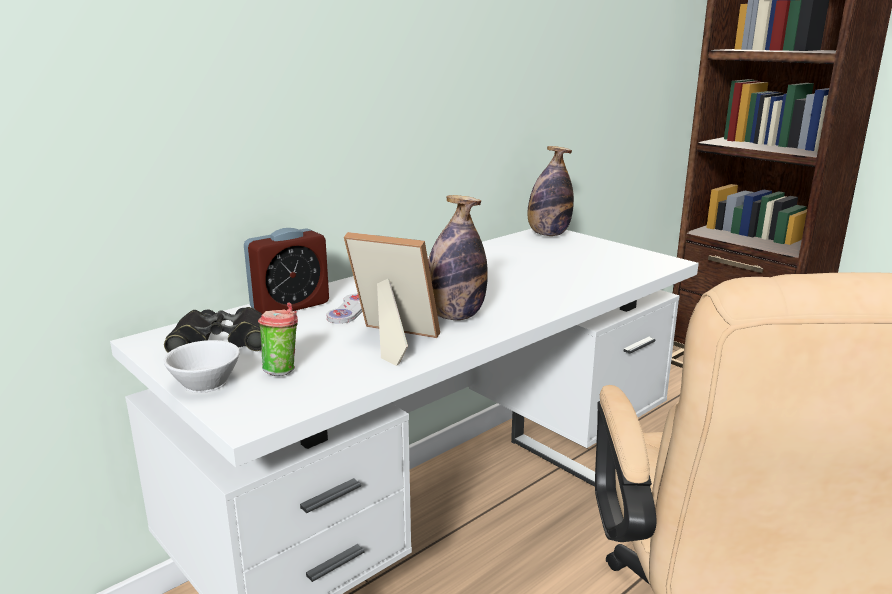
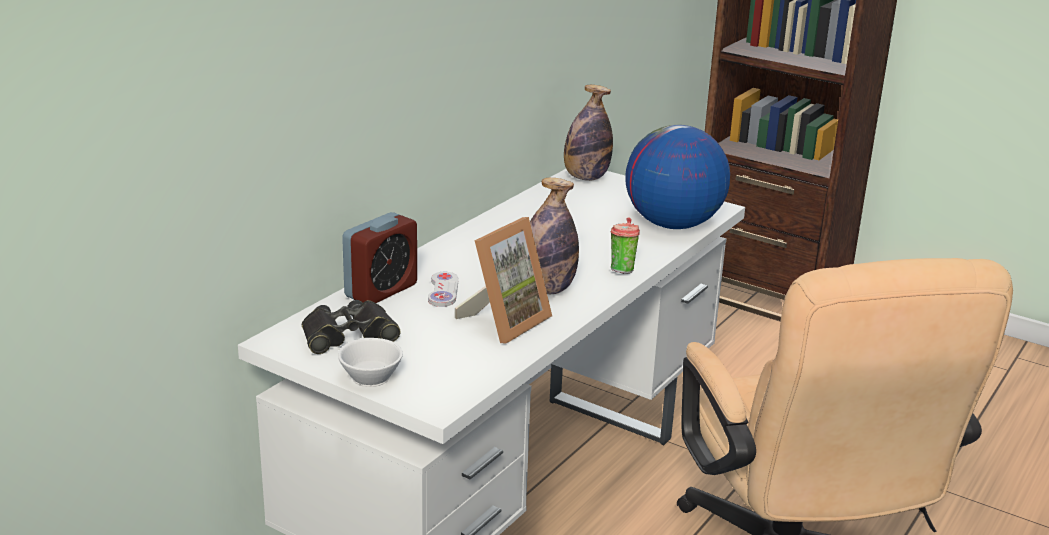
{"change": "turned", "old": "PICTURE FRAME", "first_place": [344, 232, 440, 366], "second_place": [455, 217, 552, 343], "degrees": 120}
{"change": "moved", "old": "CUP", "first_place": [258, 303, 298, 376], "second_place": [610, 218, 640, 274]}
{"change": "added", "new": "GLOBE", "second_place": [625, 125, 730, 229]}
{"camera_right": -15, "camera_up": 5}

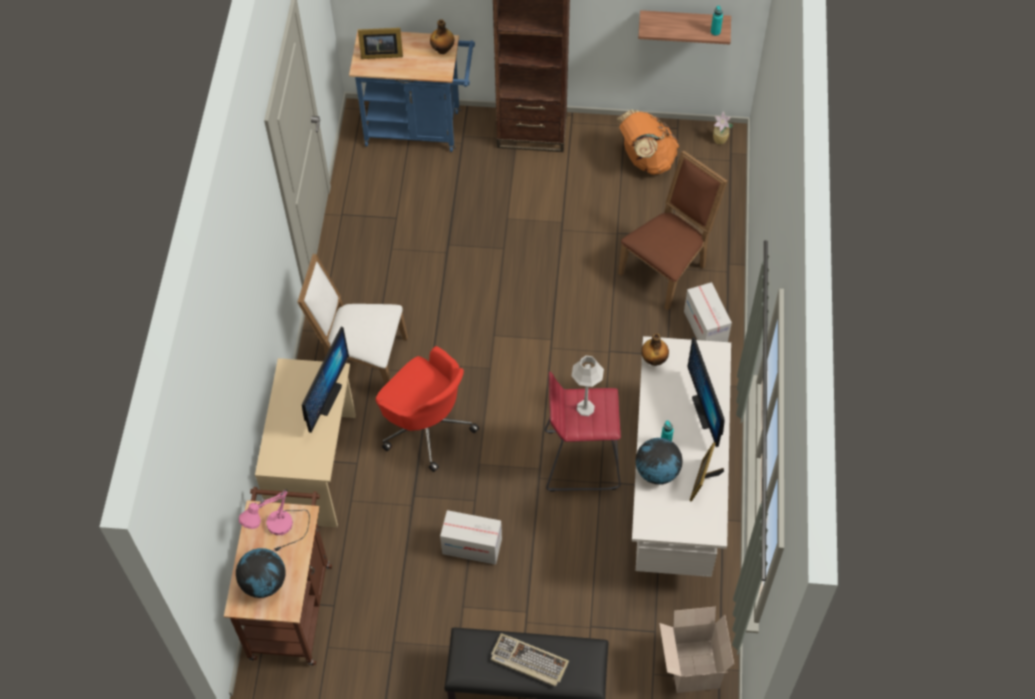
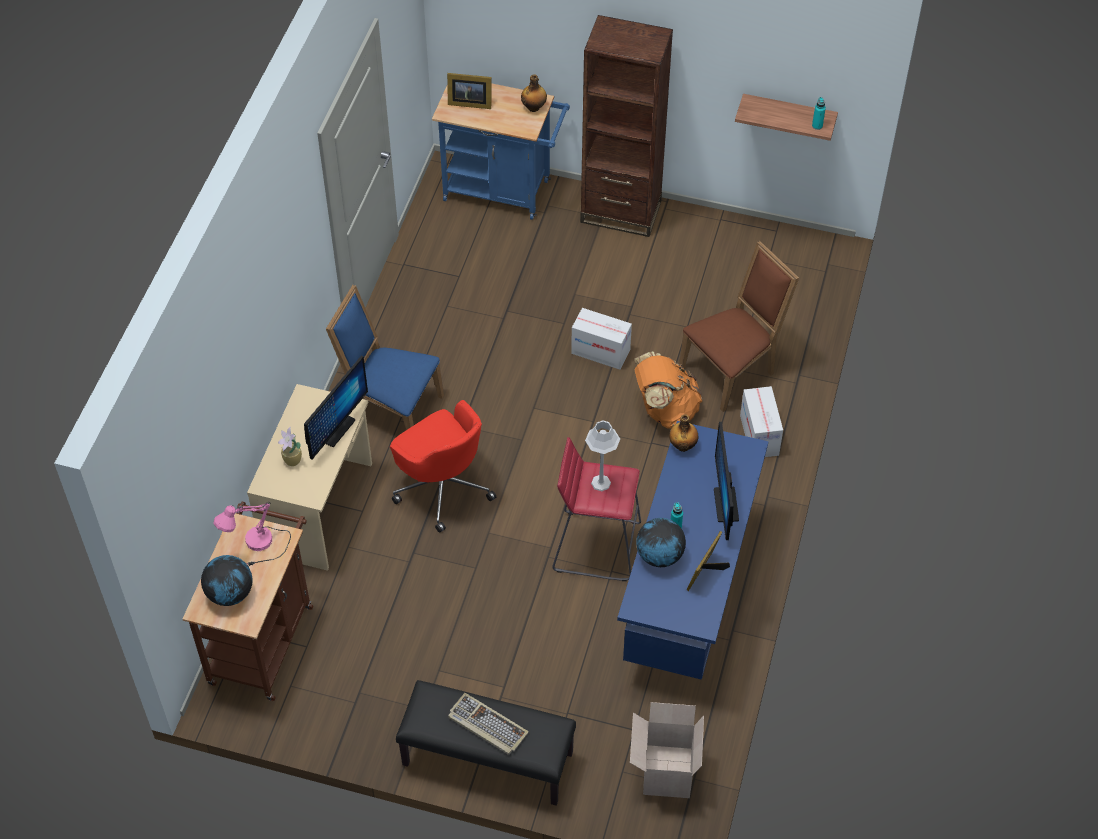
{"change": "moved", "old": "ORANGE BACKPACK", "first_place": [617, 110, 679, 175], "second_place": [634, 352, 702, 428]}
{"change": "moved", "old": "POTTED PLANT", "first_place": [713, 111, 733, 144], "second_place": [278, 427, 302, 466]}
{"change": "recoloured", "old": "WHITE CHAIR", "new": "BLUE CHAIR", "first_place": [297, 253, 408, 385], "second_place": [326, 285, 444, 430]}
{"change": "recoloured", "old": "WHITE DESK", "new": "BLUE DESK", "first_place": [632, 336, 731, 577], "second_place": [617, 421, 769, 680]}
{"change": "moved", "old": "CARDBOARD BOX", "first_place": [440, 510, 502, 565], "second_place": [571, 308, 632, 370]}
{"camera_right": 10, "camera_up": -5}

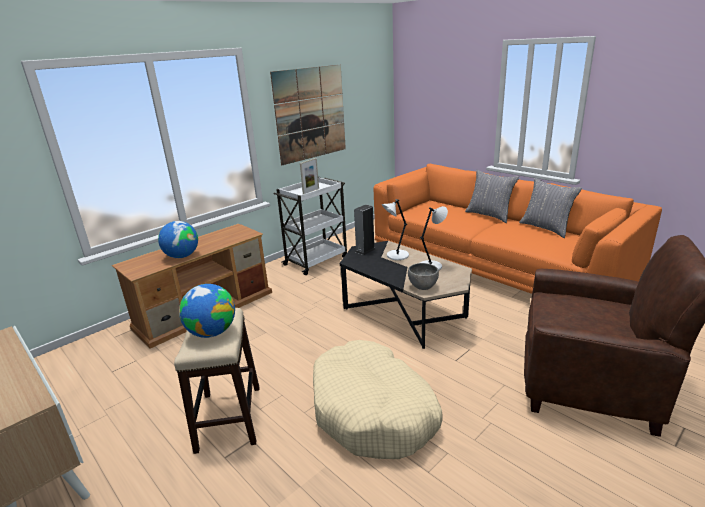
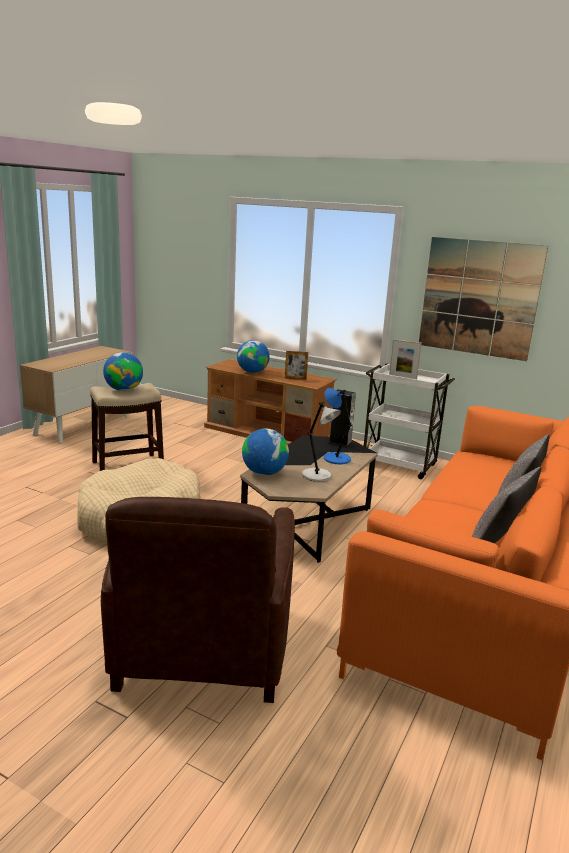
{"change": "recoloured", "old": "WHITE TABLE LAMP", "new": "BLUE TABLE LAMP", "first_place": [382, 199, 409, 260], "second_place": [324, 388, 352, 464]}
{"change": "replaced", "old": "GREY BOWL", "new": "GLOBE", "first_place": [408, 263, 439, 290], "second_place": [242, 428, 289, 475]}
{"change": "added", "new": "PICTURE FRAME", "second_place": [285, 351, 308, 380]}
{"camera_right": 70, "camera_up": -5}

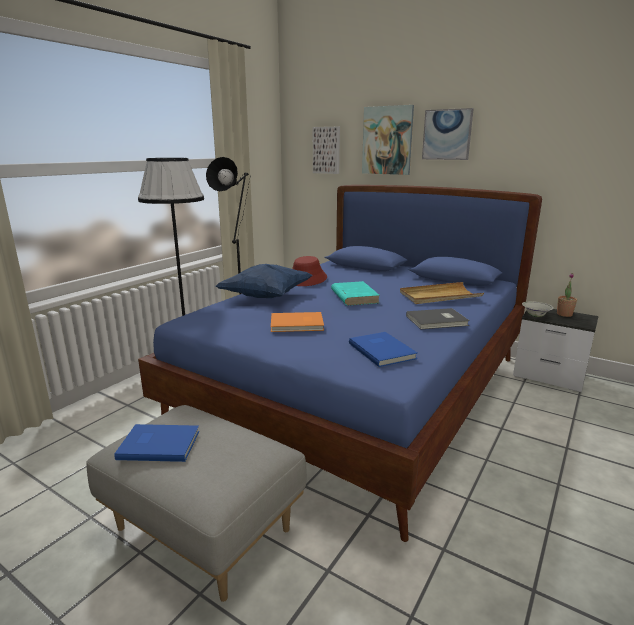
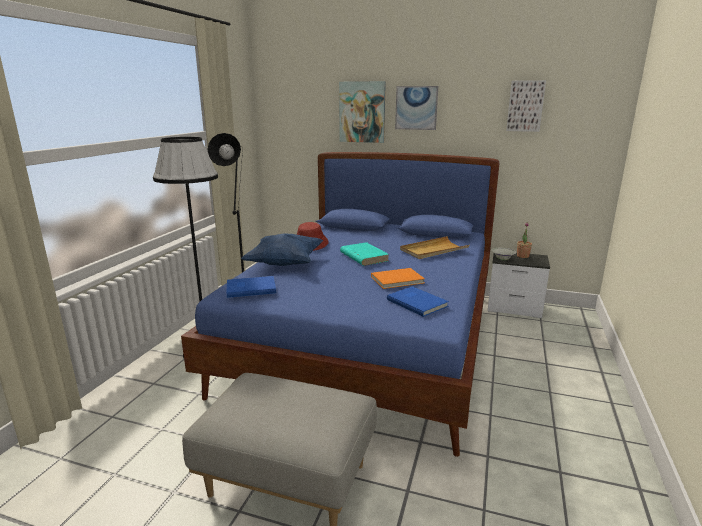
{"change": "moved", "old": "PICTURE", "first_place": [313, 127, 340, 174], "second_place": [506, 80, 546, 132]}
{"change": "removed", "old": "GREY BOOK", "first_place": [406, 308, 470, 329]}
{"change": "moved", "old": "ORANGE BOOK", "first_place": [271, 312, 324, 332], "second_place": [371, 268, 425, 289]}
{"change": "moved", "old": "BLUE BOOK", "first_place": [114, 424, 199, 462], "second_place": [226, 276, 276, 298]}
{"camera_right": -15, "camera_up": 0}

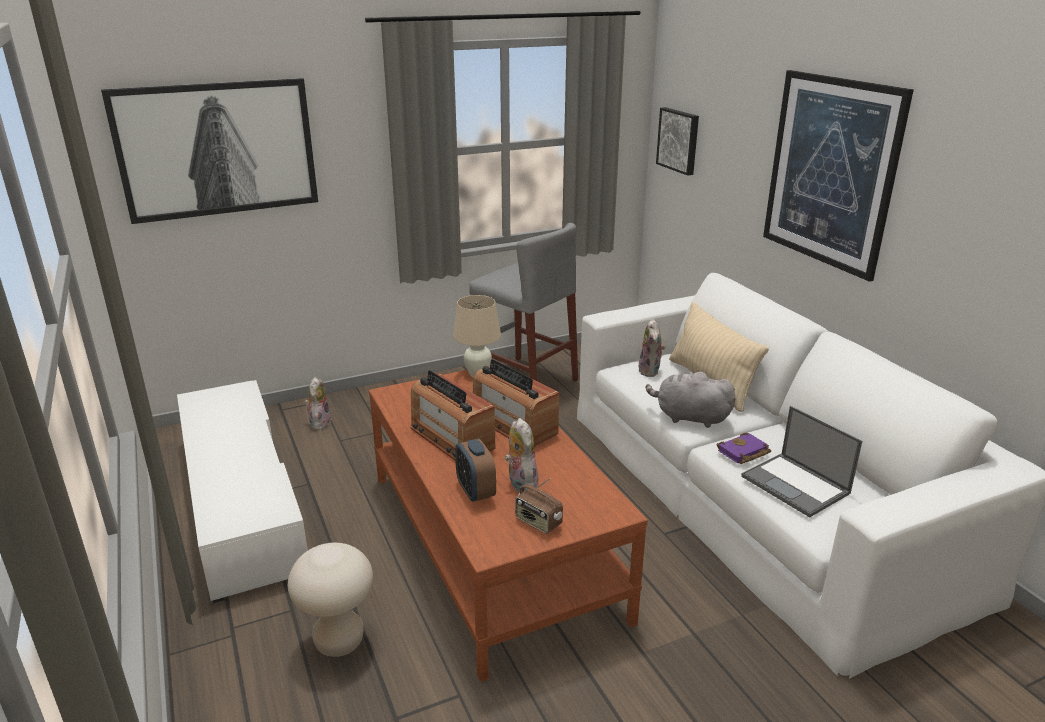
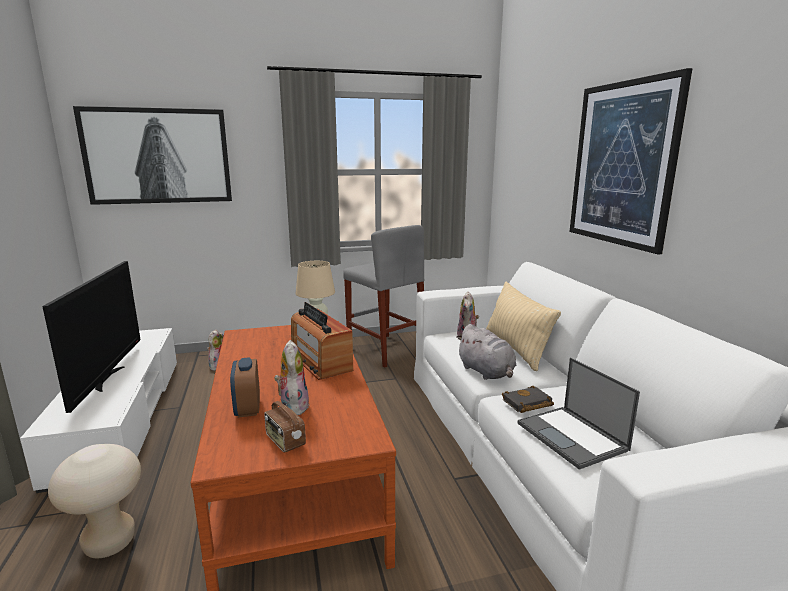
{"change": "removed", "old": "PICTURE", "first_place": [656, 107, 699, 176]}
{"change": "removed", "old": "RADIO", "first_place": [410, 370, 495, 461]}
{"change": "turned", "old": "GREY PLUSH TOY", "first_place": [646, 370, 736, 428], "second_place": [456, 324, 516, 380], "degrees": -150}
{"change": "recoloured", "old": "PURPLE BOOK", "new": "BLACK BOOK", "first_place": [716, 432, 771, 464], "second_place": [502, 386, 554, 413]}
{"change": "added", "new": "TELEVISION", "second_place": [42, 261, 141, 413]}
{"camera_right": 10, "camera_up": -10}

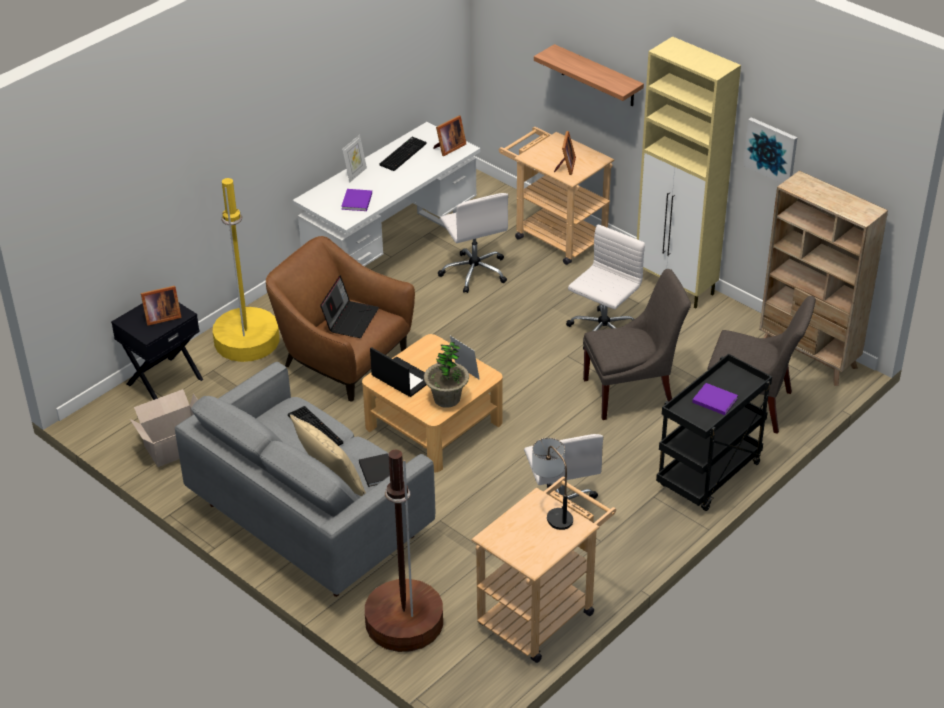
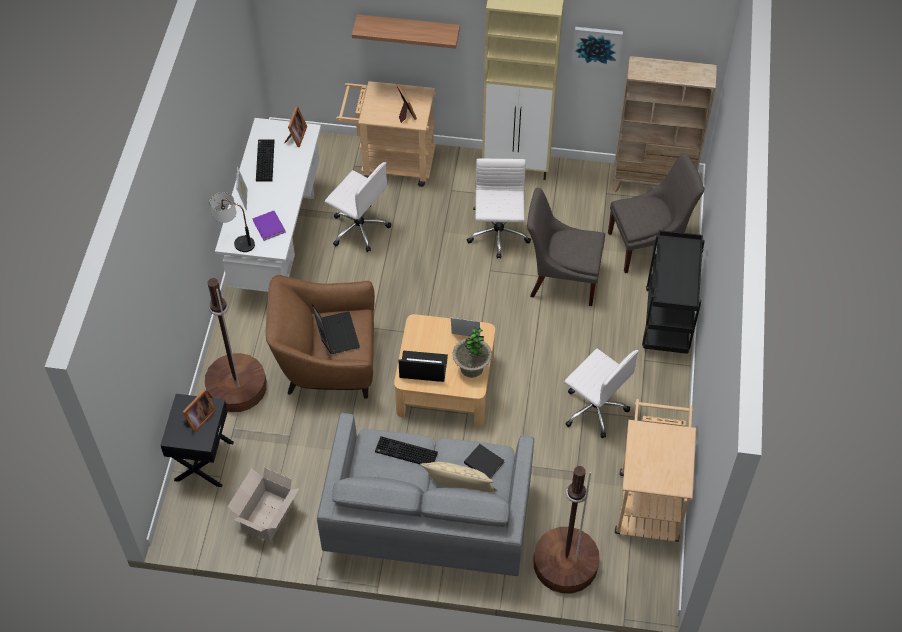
{"change": "recoloured", "old": "YELLOW FLOOR LAMP", "new": "BROWN FLOOR LAMP", "first_place": [213, 178, 279, 362], "second_place": [205, 278, 267, 412]}
{"change": "turned", "old": "GREY CHAIR", "first_place": [583, 269, 691, 420], "second_place": [527, 188, 605, 306], "degrees": -120}
{"change": "removed", "old": "PURPLE BOOK", "first_place": [692, 383, 738, 415]}
{"change": "moved", "old": "TABLE LAMP", "first_place": [532, 438, 573, 530], "second_place": [209, 192, 255, 252]}
{"camera_right": -35, "camera_up": 15}

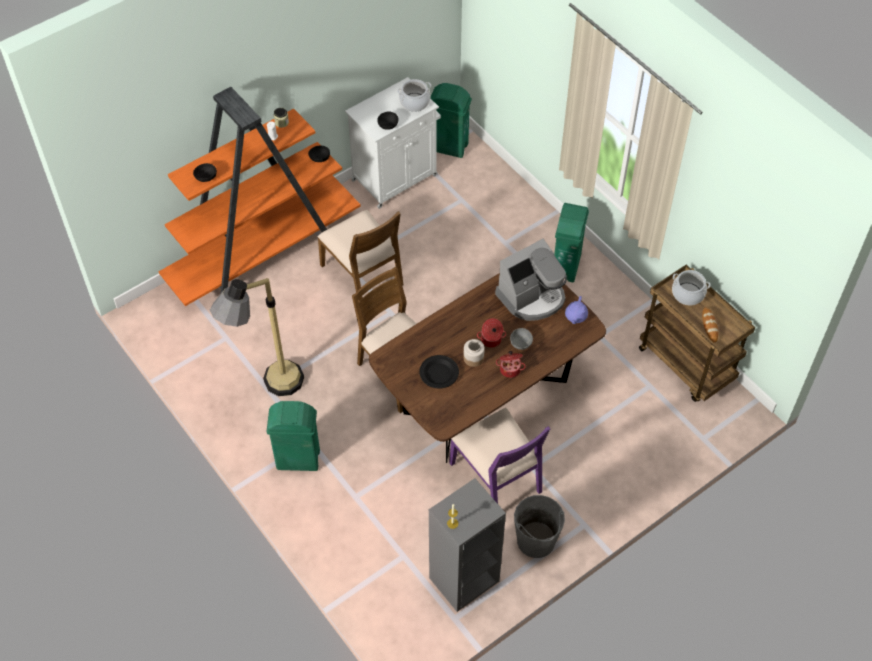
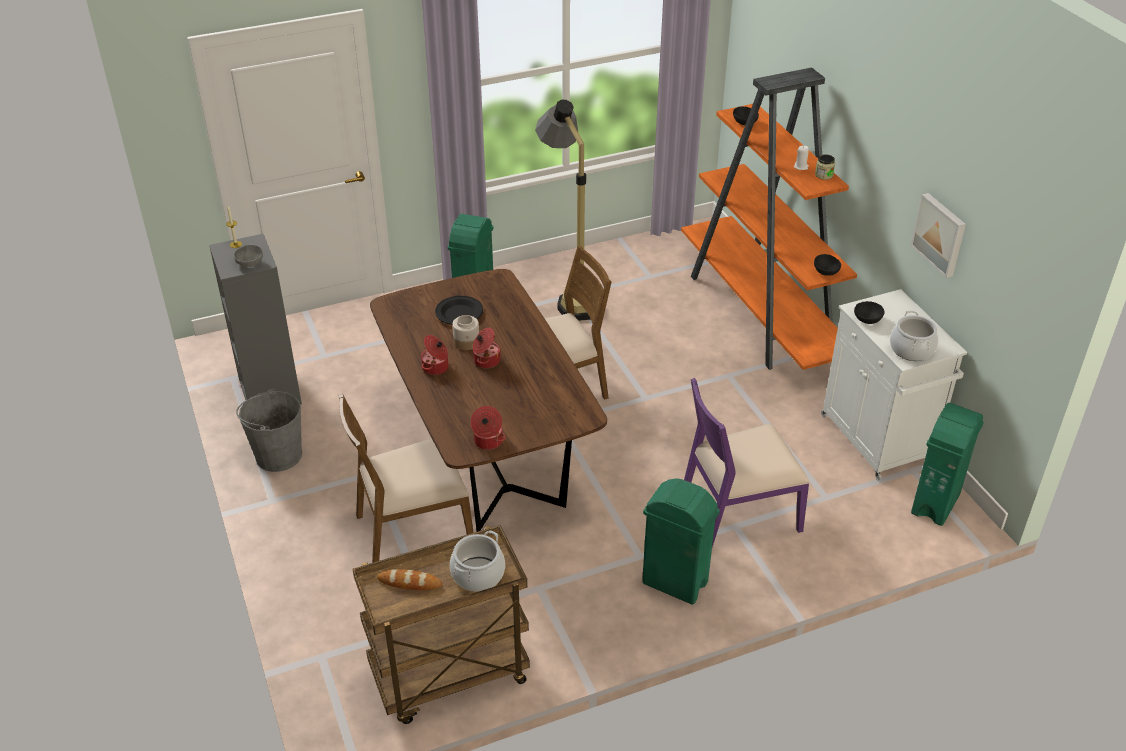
{"change": "moved", "old": "BROWN CHAIR", "first_place": [317, 210, 403, 302], "second_place": [339, 394, 474, 563]}
{"change": "removed", "old": "COFFEE MACHINE", "first_place": [495, 239, 567, 321]}
{"change": "replaced", "old": "PURPLE TEAPOT", "new": "COOKING POT", "first_place": [565, 296, 588, 324], "second_place": [470, 406, 506, 450]}
{"change": "moved", "old": "GREY BOWL", "first_place": [510, 328, 533, 350], "second_place": [233, 245, 263, 267]}
{"change": "moved", "old": "PURPLE CHAIR", "first_place": [449, 408, 550, 504], "second_place": [684, 378, 810, 547]}
{"change": "added", "new": "PICTURE", "second_place": [911, 193, 966, 278]}
{"camera_right": 105, "camera_up": -15}

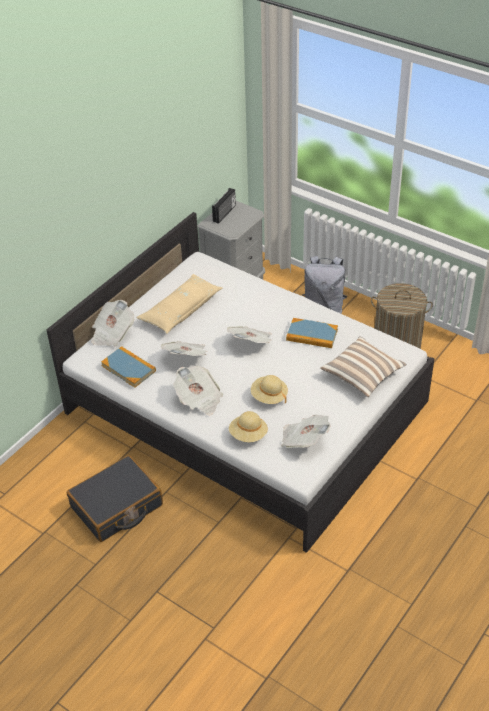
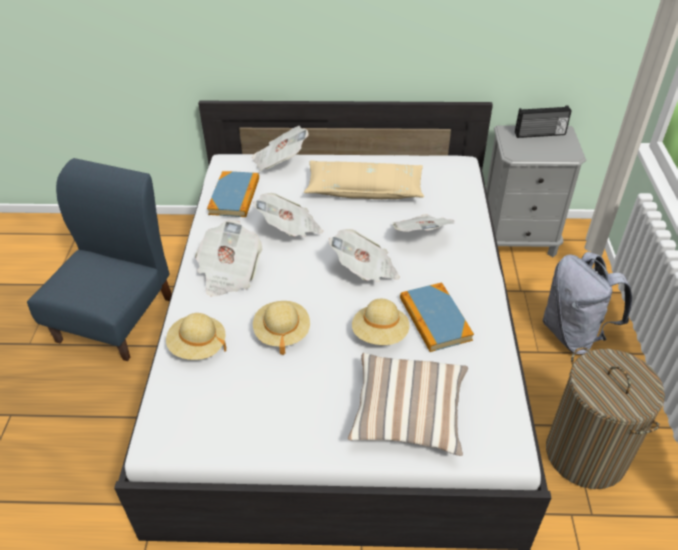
{"change": "moved", "old": "NEWSPAPER", "first_place": [281, 415, 331, 448], "second_place": [392, 214, 455, 232]}
{"change": "replaced", "old": "BLACK SUITCASE", "new": "BLUE CHAIR", "first_place": [67, 455, 163, 542], "second_place": [27, 158, 172, 361]}
{"change": "added", "new": "BEIGE HAT", "second_place": [352, 299, 409, 345]}
{"camera_right": 55, "camera_up": 0}

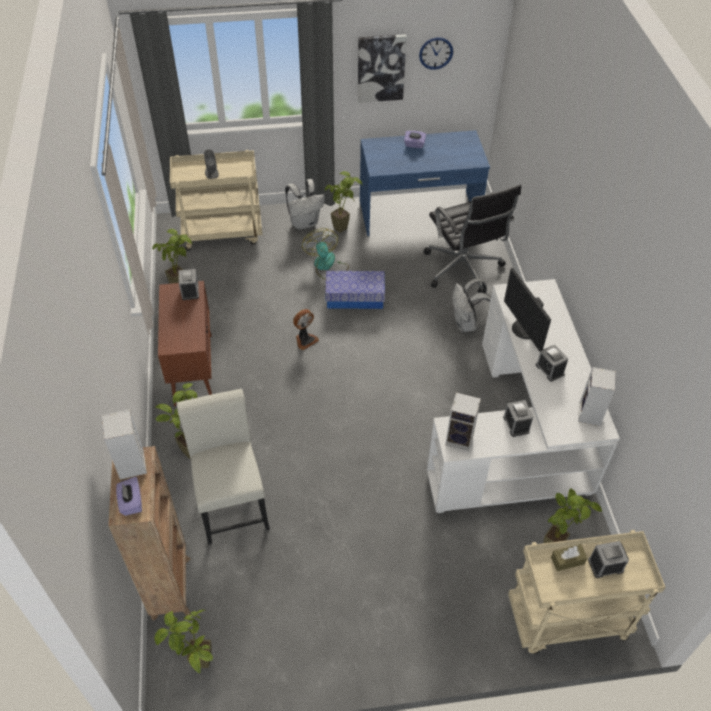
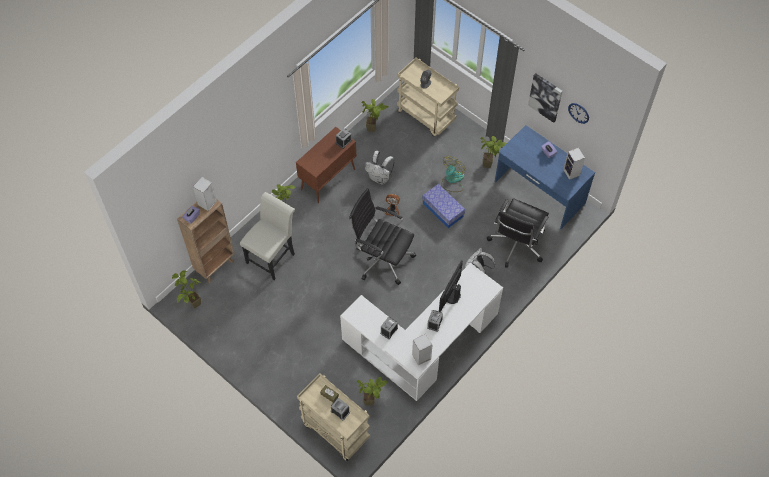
{"change": "moved", "old": "WHITE BACKPACK", "first_place": [285, 179, 325, 230], "second_place": [365, 151, 395, 185]}
{"change": "moved", "old": "SPEAKER", "first_place": [445, 392, 481, 451], "second_place": [563, 148, 585, 180]}
{"change": "added", "new": "BLACK OFFICE CHAIR", "second_place": [349, 188, 416, 285]}
{"camera_right": 50, "camera_up": 10}

